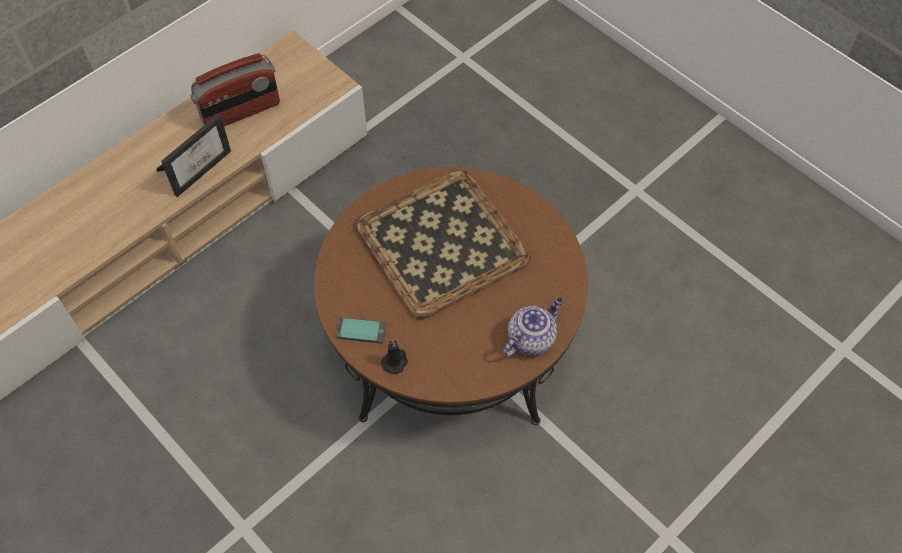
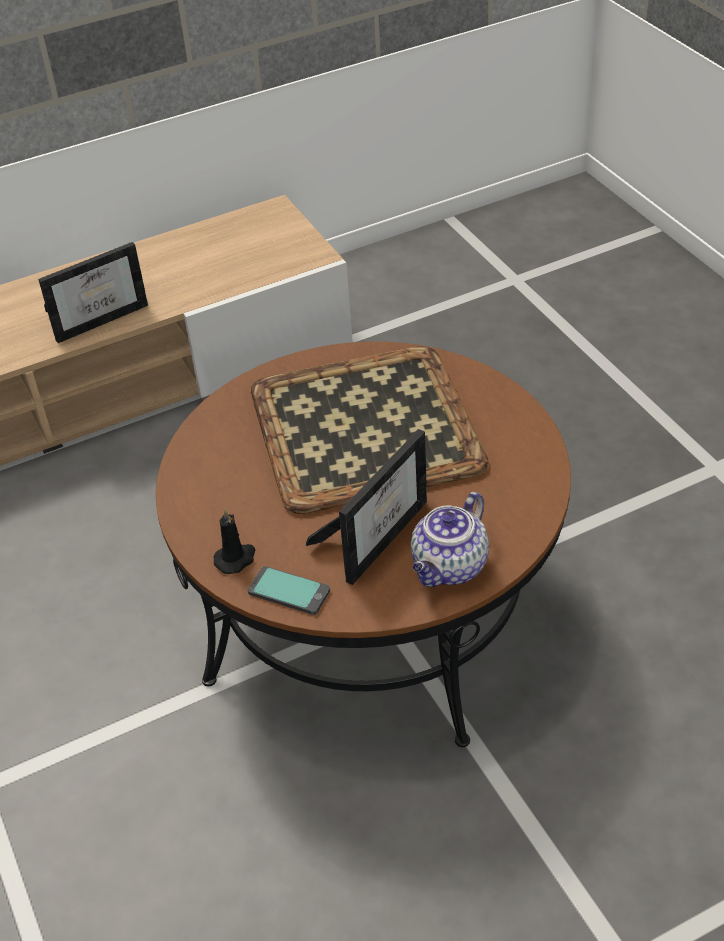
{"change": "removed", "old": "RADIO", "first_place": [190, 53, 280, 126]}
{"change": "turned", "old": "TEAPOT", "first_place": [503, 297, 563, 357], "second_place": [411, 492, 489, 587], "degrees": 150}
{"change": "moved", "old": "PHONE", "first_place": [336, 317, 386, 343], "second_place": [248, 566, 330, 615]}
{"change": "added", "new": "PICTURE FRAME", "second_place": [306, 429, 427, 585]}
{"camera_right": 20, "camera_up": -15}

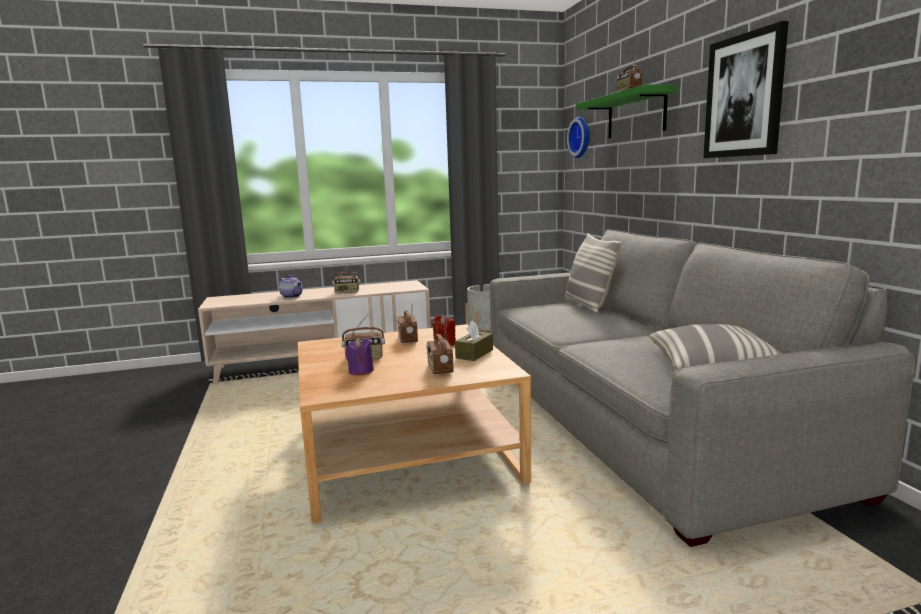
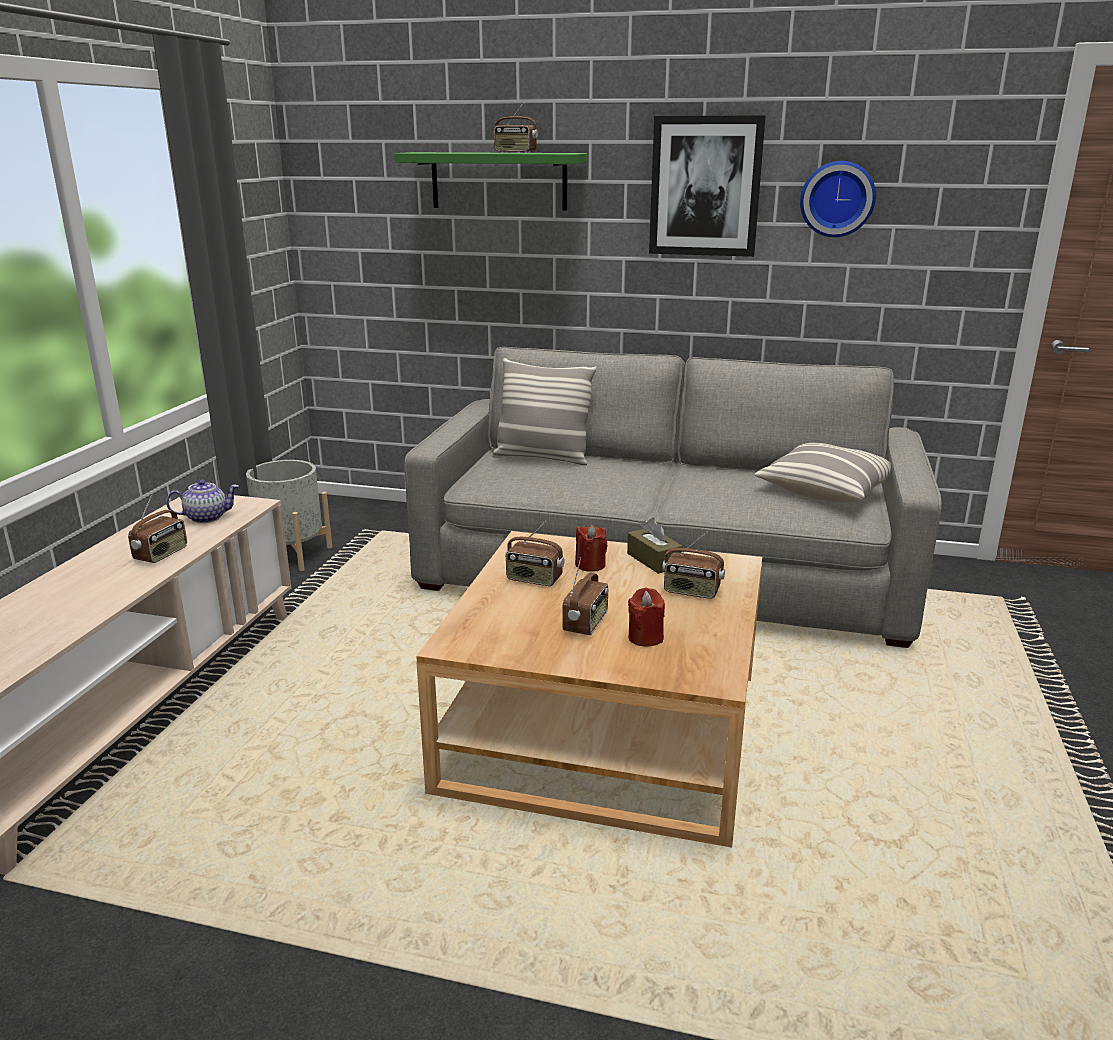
{"change": "moved", "old": "WALL CLOCK", "first_place": [567, 117, 590, 158], "second_place": [800, 161, 876, 237]}
{"change": "moved", "old": "TEAPOT", "first_place": [279, 275, 303, 298], "second_place": [166, 479, 239, 523]}
{"change": "recoloured", "old": "PURPLE CANDLE", "new": "RED CANDLE", "first_place": [346, 337, 374, 376], "second_place": [628, 588, 665, 646]}
{"camera_right": -60, "camera_up": 10}

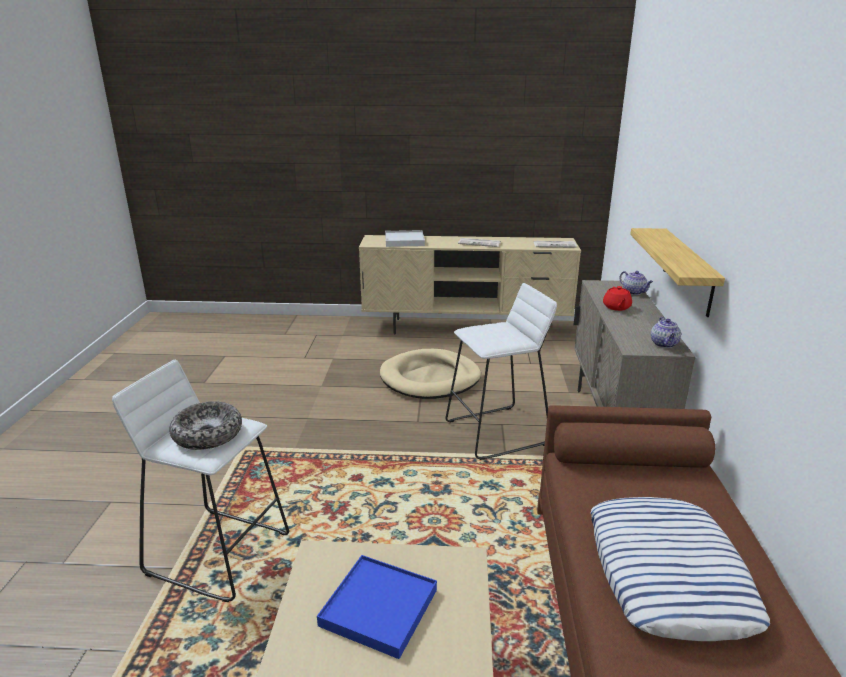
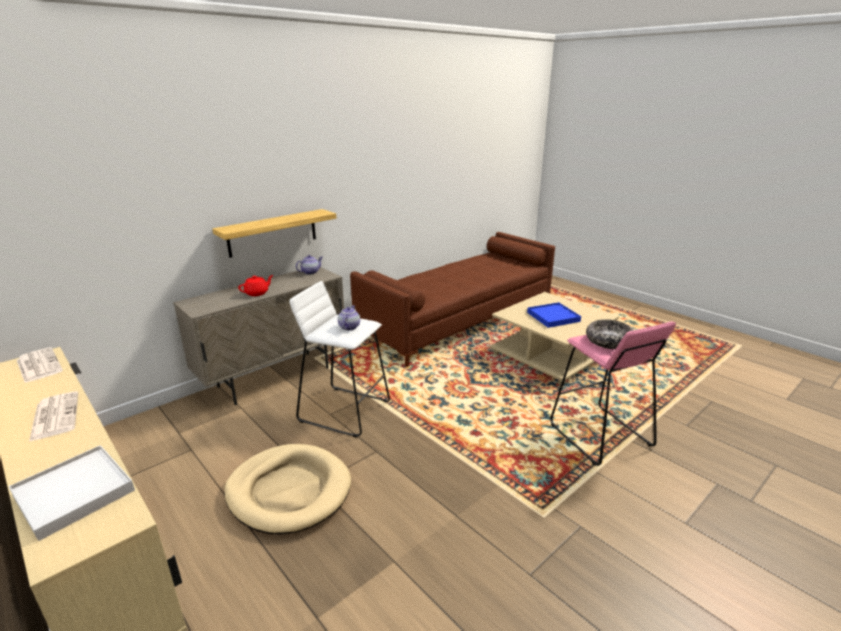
{"change": "moved", "old": "TEAPOT", "first_place": [619, 271, 653, 295], "second_place": [338, 305, 360, 330]}
{"change": "recoloured", "old": "WHITE STOOL", "new": "PINK STOOL", "first_place": [112, 360, 289, 602], "second_place": [550, 321, 676, 466]}
{"change": "removed", "old": "PILLOW", "first_place": [590, 497, 770, 641]}
{"camera_right": -135, "camera_up": 0}

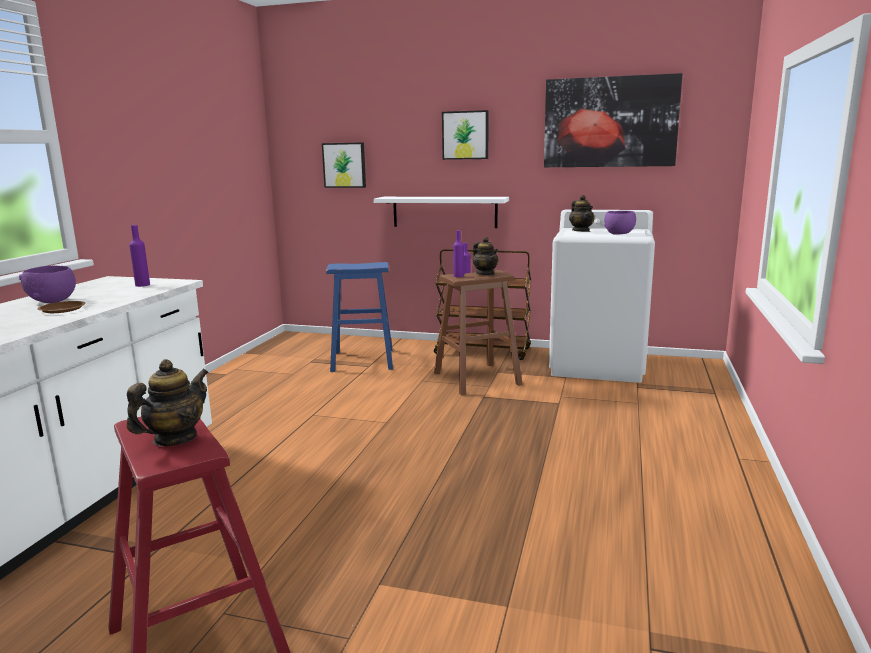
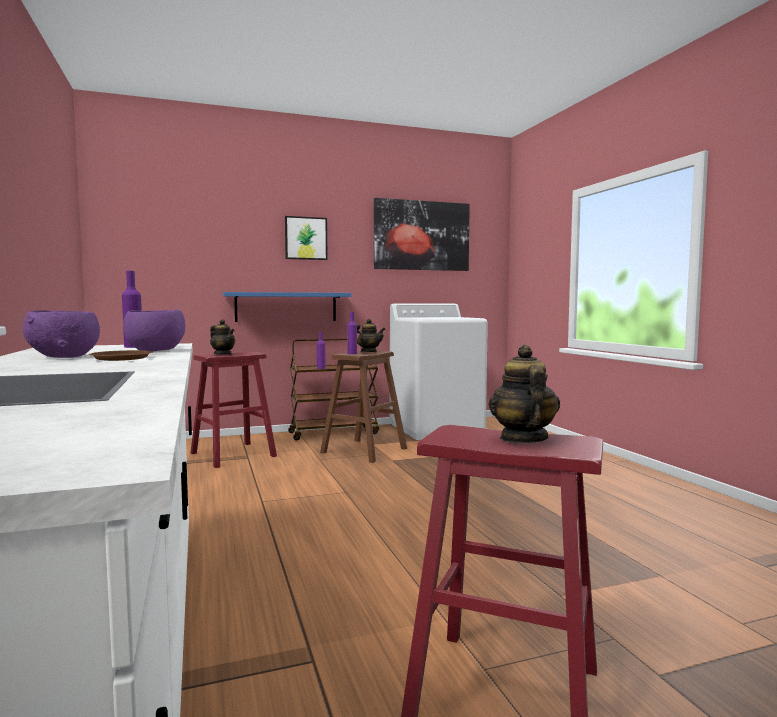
{"change": "removed", "old": "PICTURE", "first_place": [322, 142, 366, 188]}
{"change": "moved", "old": "TEAPOT", "first_place": [569, 195, 595, 232], "second_place": [210, 319, 235, 355]}
{"change": "recoloured", "old": "WHITE SHELF", "new": "BLUE SHELF", "first_place": [374, 197, 509, 228], "second_place": [223, 292, 352, 322]}
{"change": "moved", "old": "PURPLE BOWL", "first_place": [604, 211, 636, 235], "second_place": [123, 310, 185, 351]}
{"change": "recoloured", "old": "BLUE STOOL", "new": "RED STOOL", "first_place": [326, 262, 393, 372], "second_place": [191, 352, 277, 468]}
{"camera_right": -35, "camera_up": -10}

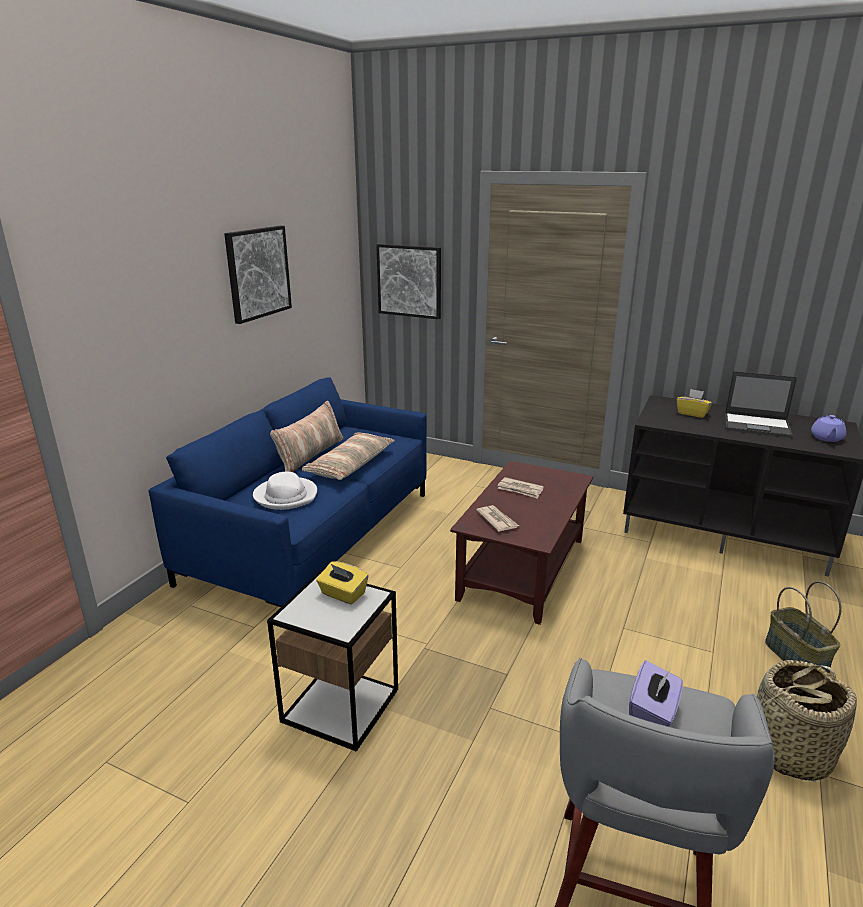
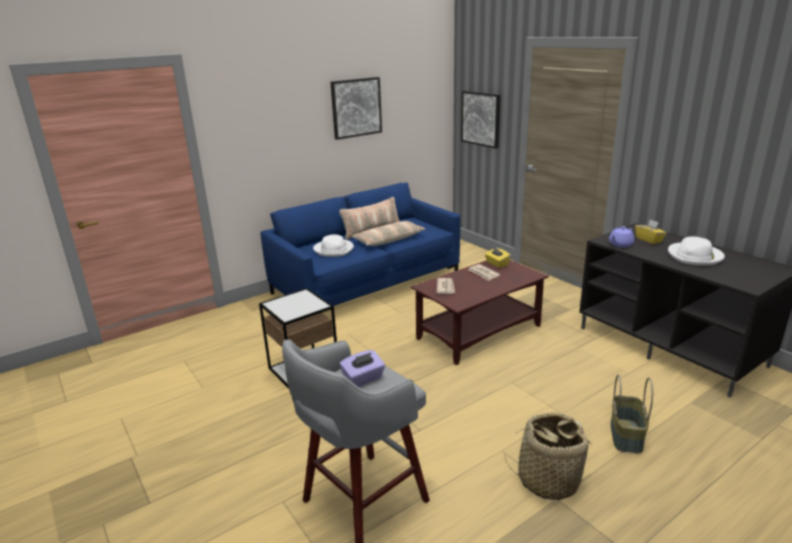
{"change": "replaced", "old": "LAPTOP", "new": "WHITE HAT", "first_place": [725, 371, 797, 438], "second_place": [668, 236, 725, 266]}
{"change": "moved", "old": "PURPLE TEAPOT", "first_place": [811, 415, 846, 442], "second_place": [609, 226, 635, 247]}
{"change": "moved", "old": "YELLOW TISSUE BOX", "first_place": [316, 562, 369, 604], "second_place": [485, 247, 511, 268]}
{"camera_right": 30, "camera_up": 0}

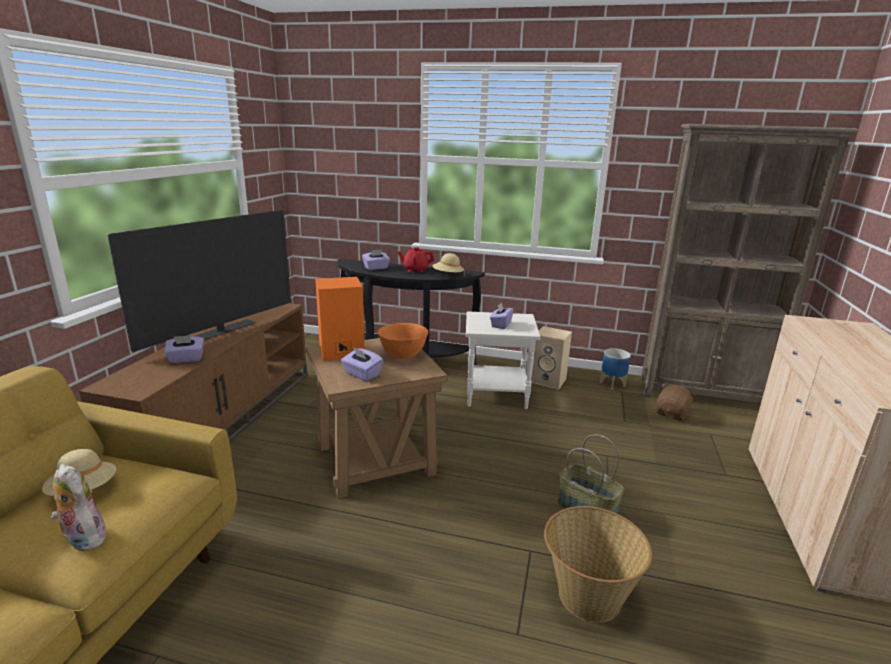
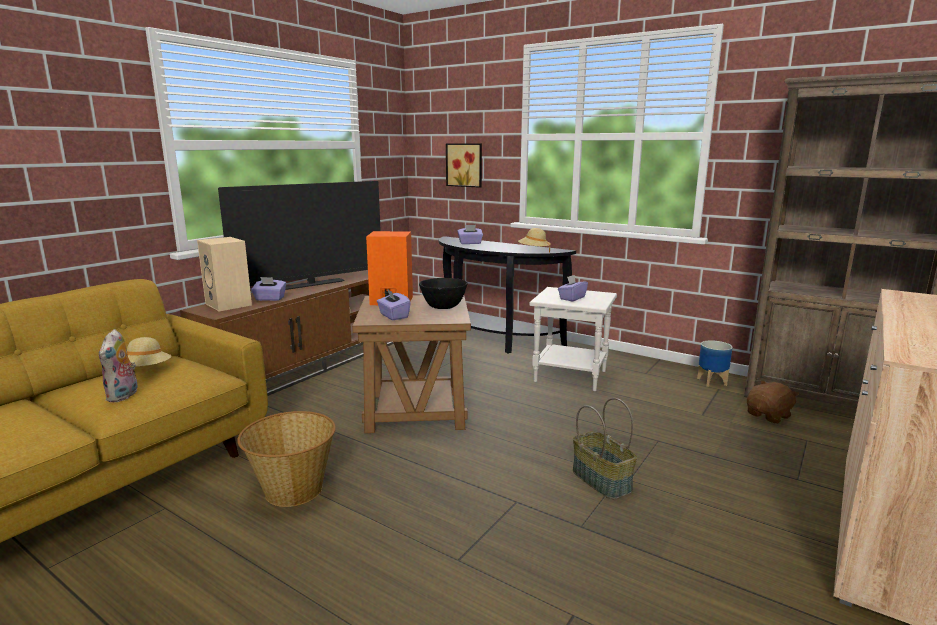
{"change": "removed", "old": "RED TEAPOT", "first_place": [398, 247, 434, 272]}
{"change": "recoloured", "old": "ORANGE BOWL", "new": "BLACK BOWL", "first_place": [378, 323, 428, 359], "second_place": [419, 278, 468, 309]}
{"change": "moved", "old": "BEIGE SPEAKER", "first_place": [531, 326, 572, 389], "second_place": [197, 237, 252, 311]}
{"change": "turned", "old": "PLUSH TOY", "first_place": [51, 464, 106, 551], "second_place": [99, 329, 138, 402], "degrees": -150}
{"change": "moved", "old": "BASKET", "first_place": [544, 506, 652, 623], "second_place": [237, 411, 336, 507]}
{"change": "added", "new": "PICTURE", "second_place": [446, 144, 482, 188]}
{"camera_right": 20, "camera_up": -5}

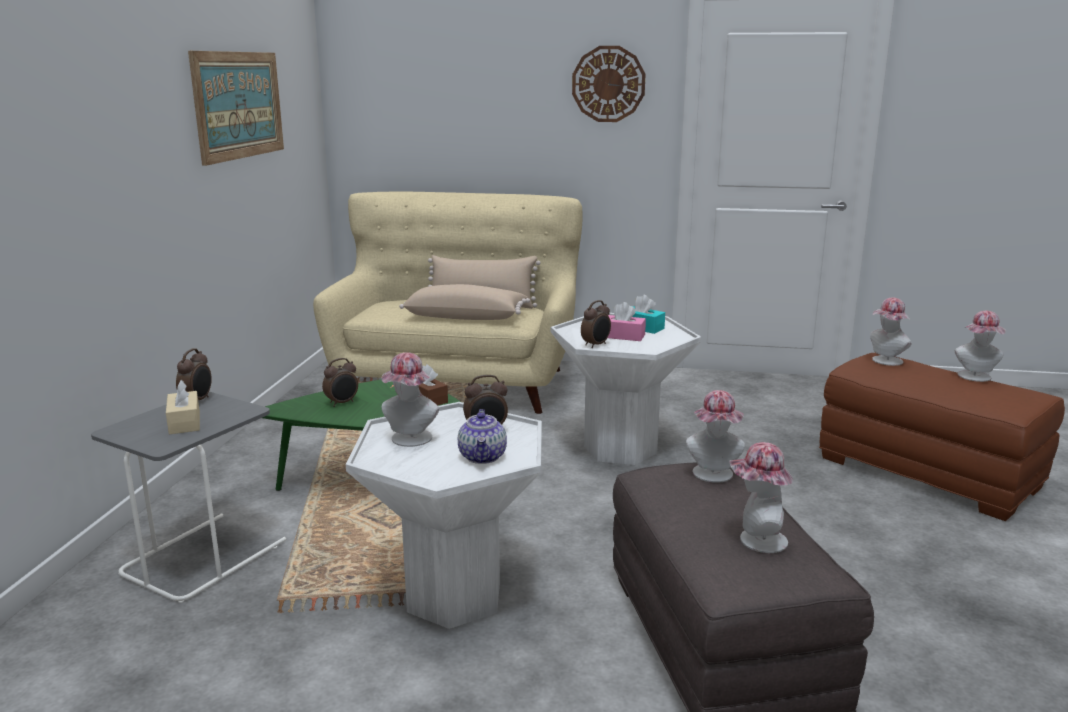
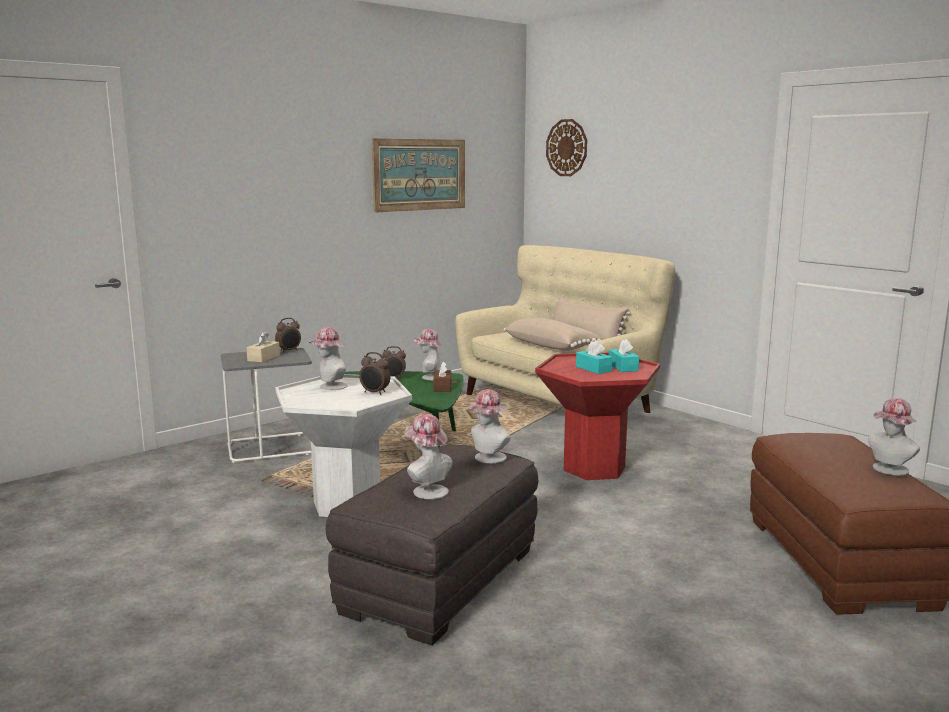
{"change": "moved", "old": "WALL CLOCK", "first_place": [572, 46, 645, 122], "second_place": [546, 119, 587, 176]}
{"change": "moved", "old": "HAT", "first_place": [870, 297, 911, 366], "second_place": [414, 329, 443, 380]}
{"change": "removed", "old": "ALARM CLOCK", "first_place": [581, 300, 611, 348]}
{"change": "recoloured", "old": "PINK TISSUE BOX", "new": "TURQUOISE TISSUE BOX", "first_place": [608, 302, 646, 341], "second_place": [576, 340, 613, 374]}
{"change": "recoloured", "old": "WHITE SIDE TABLE", "new": "RED SIDE TABLE", "first_place": [551, 313, 701, 465], "second_place": [535, 352, 660, 480]}
{"change": "removed", "old": "TEAPOT", "first_place": [458, 409, 507, 464]}
{"camera_right": 40, "camera_up": -5}

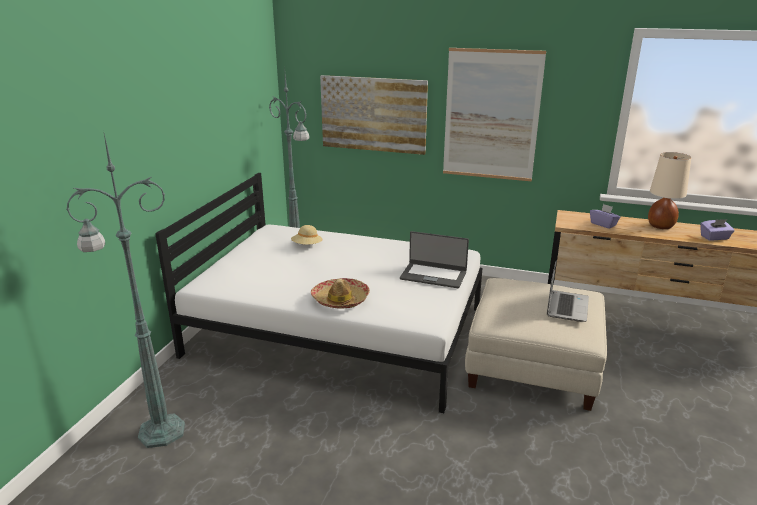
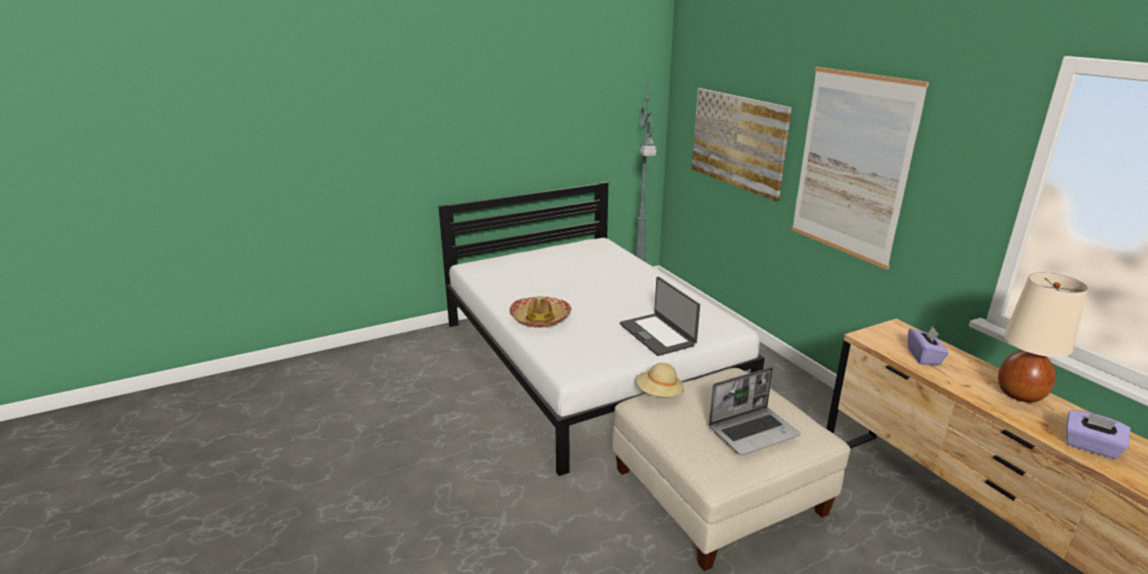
{"change": "removed", "old": "GREEN FLOOR LAMP", "first_place": [66, 130, 185, 448]}
{"change": "moved", "old": "BEIGE HAT", "first_place": [291, 225, 323, 245], "second_place": [637, 363, 684, 397]}
{"camera_right": 45, "camera_up": 0}

